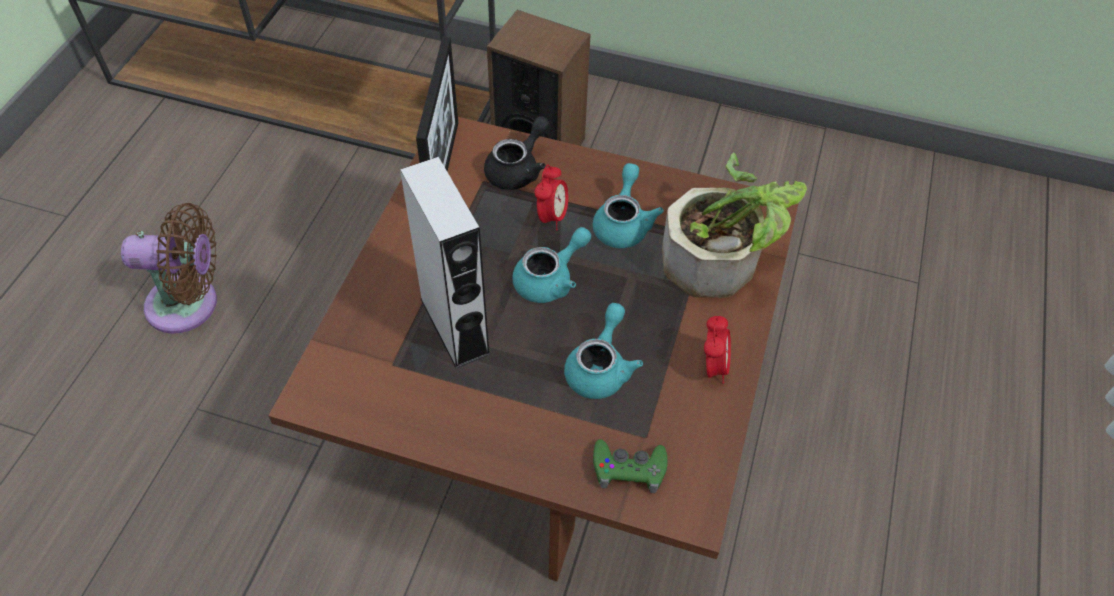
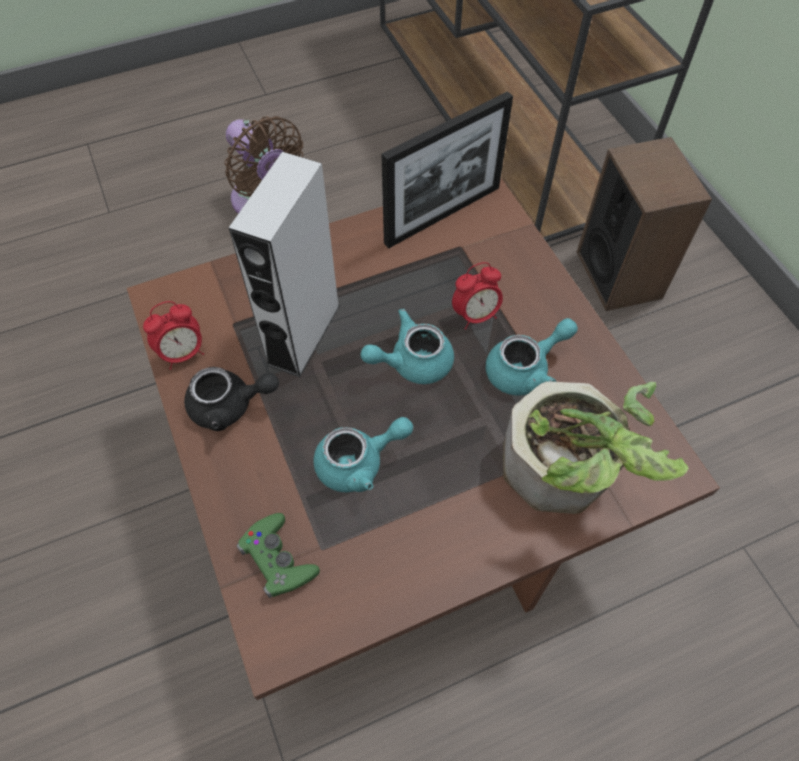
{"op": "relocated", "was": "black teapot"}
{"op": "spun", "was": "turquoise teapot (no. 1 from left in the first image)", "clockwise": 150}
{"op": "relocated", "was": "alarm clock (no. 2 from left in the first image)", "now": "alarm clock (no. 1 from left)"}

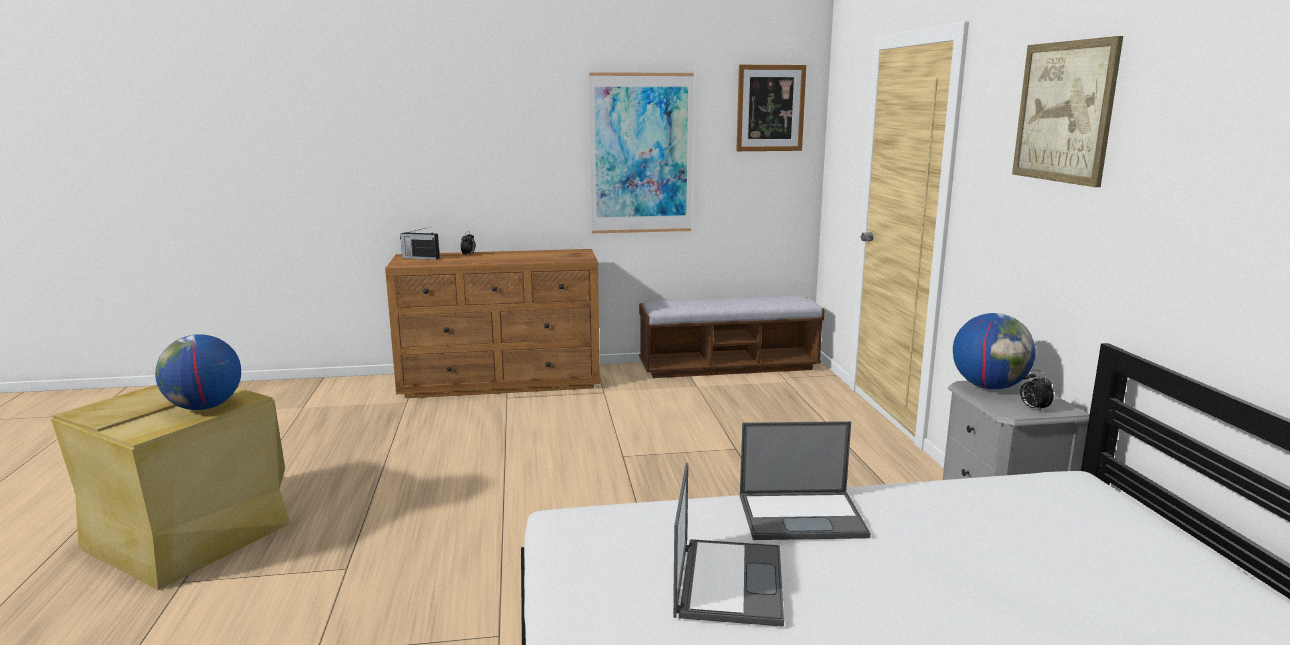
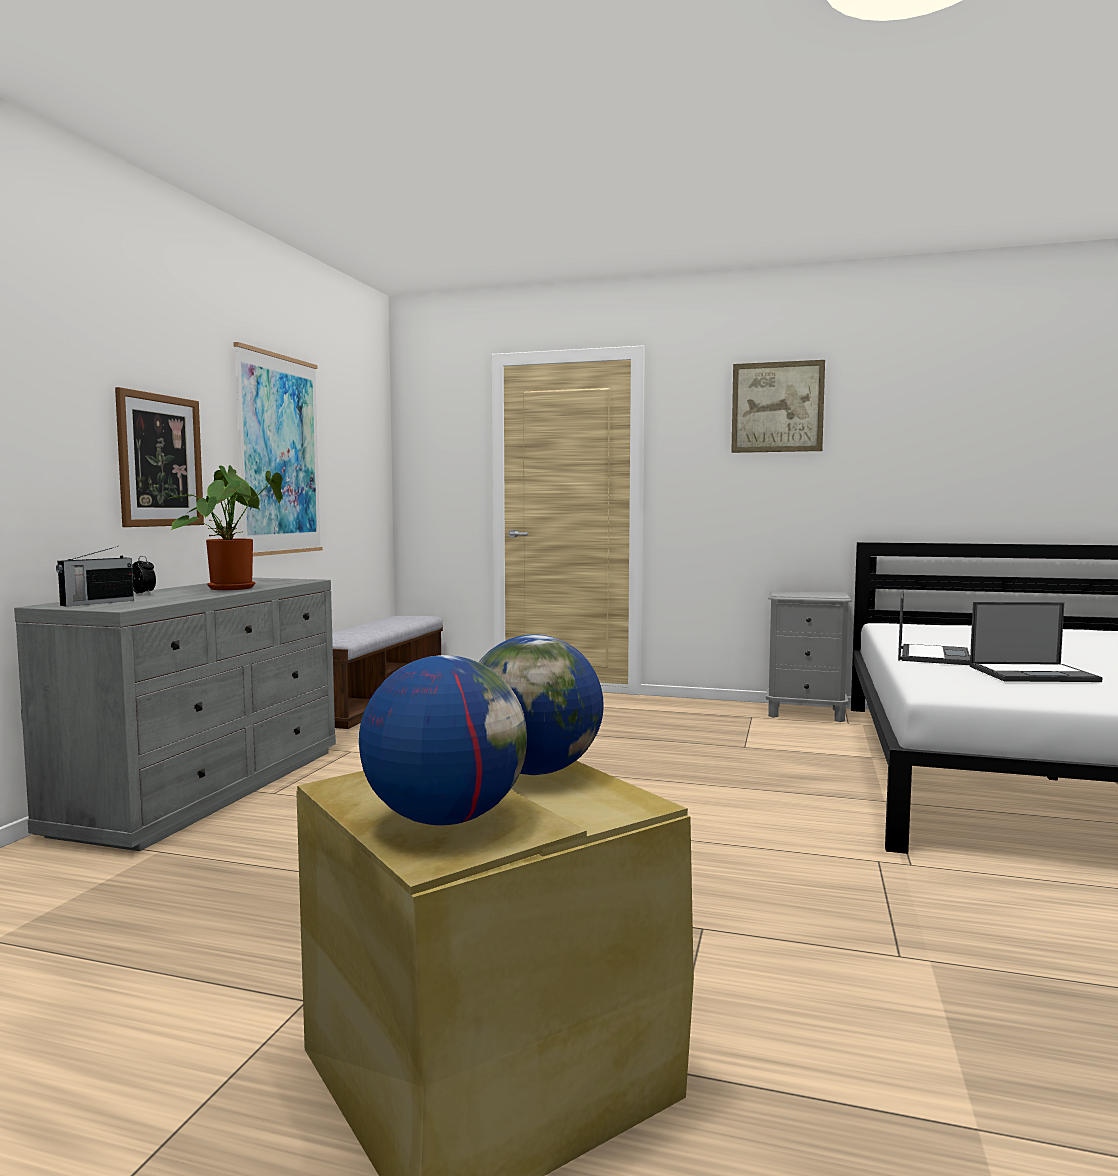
{"op": "colour", "was": "brown dresser", "now": "grey dresser"}
{"op": "spun", "was": "laptop (no. 1 from left in the first image)", "clockwise": 150}
{"op": "relocated", "was": "picture (no. 2 from left in the first image)", "now": "picture (no. 1 from left)"}
{"op": "relocated", "was": "globe (no. 2 from left in the first image)", "now": "globe (no. 1 from left)"}
{"op": "missing", "was": "alarm clock (no. 2 from left)"}
{"op": "appeared", "now": "potted plant"}

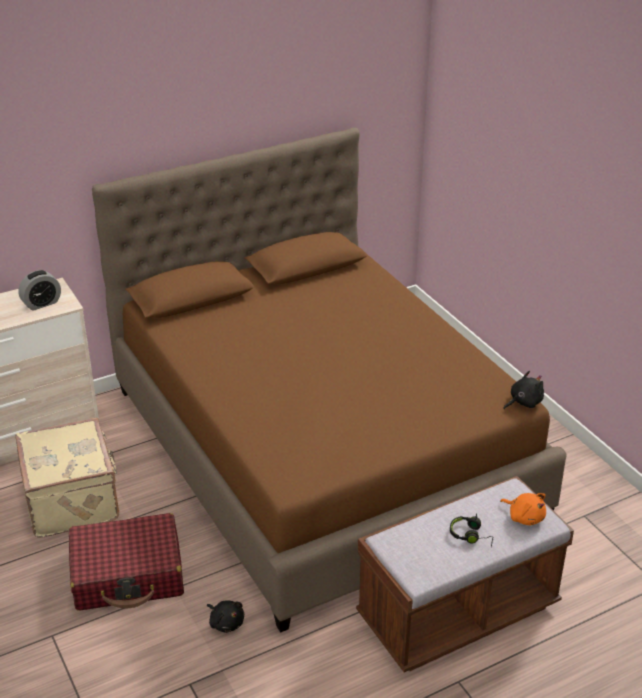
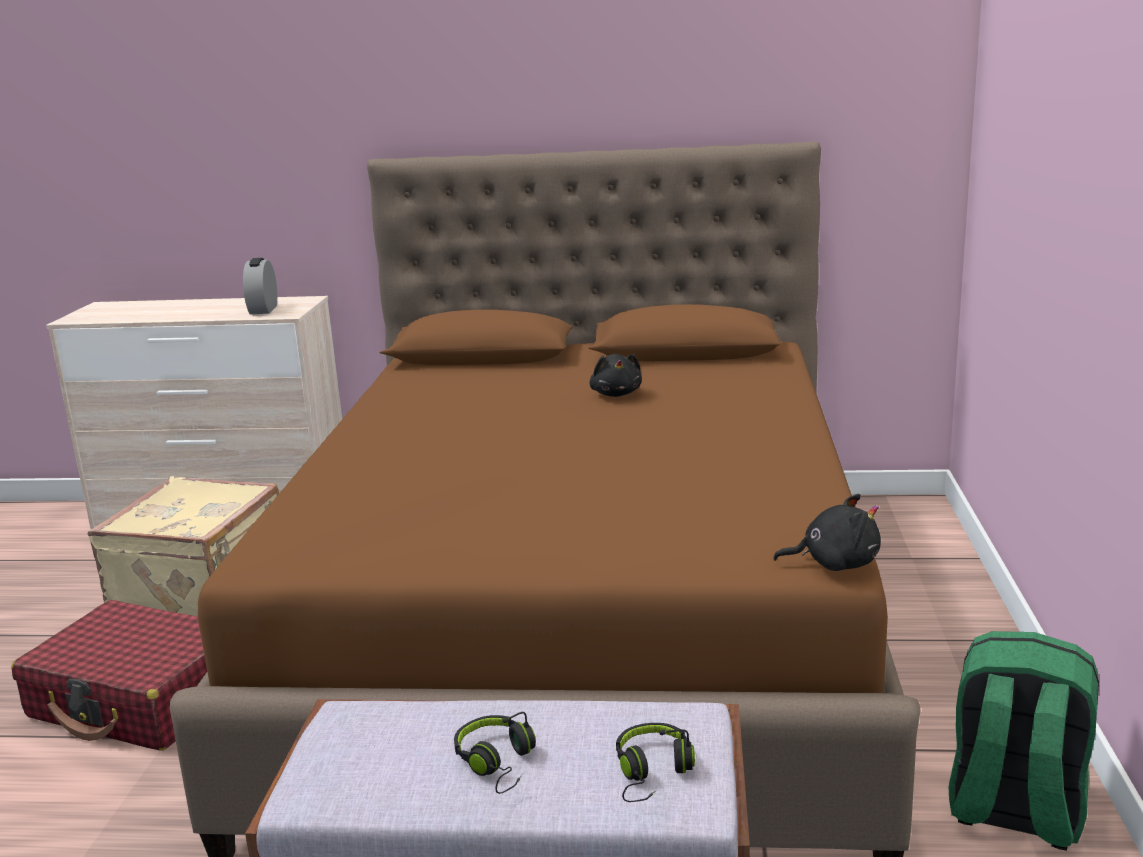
{"op": "spun", "was": "alarm clock", "clockwise": 90}
{"op": "relocated", "was": "black plush toy (no. 1 from left)"}
{"op": "exchanged", "was": "orange plush toy", "now": "black headphones (no. 2 from left)"}
{"op": "appeared", "now": "green backpack"}

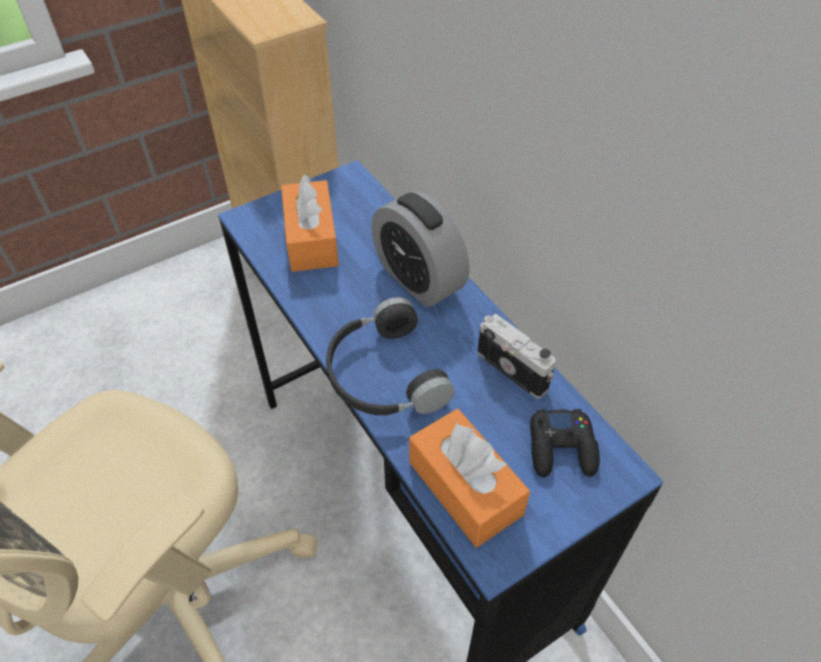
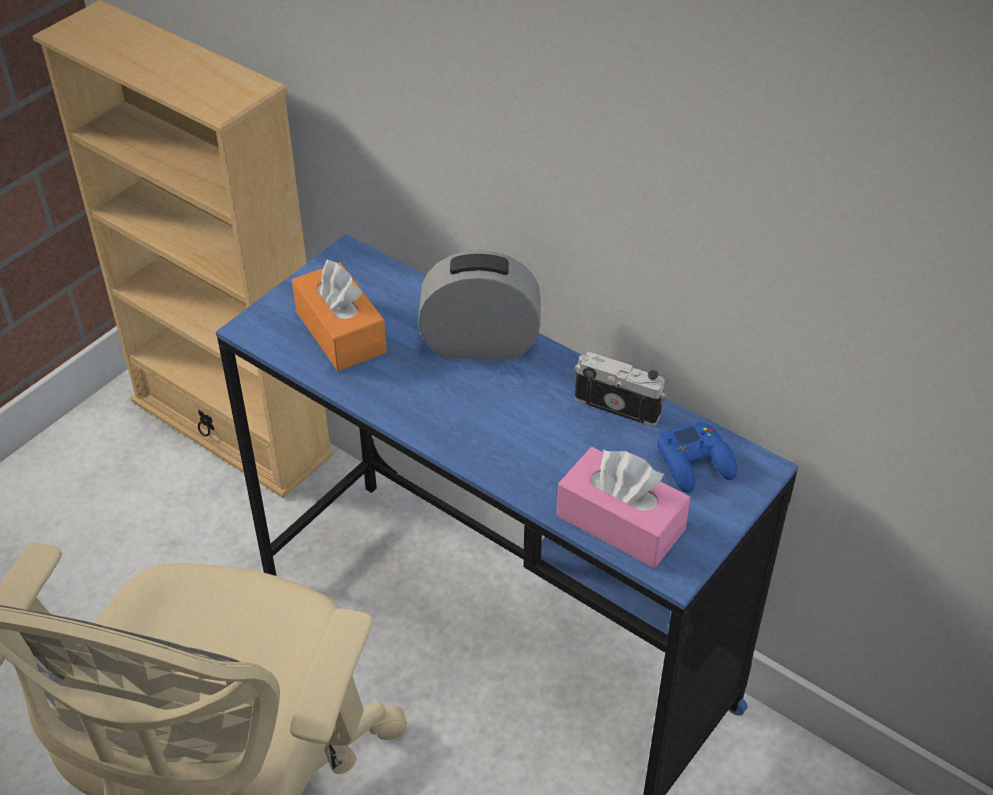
{"op": "missing", "was": "black headphones"}
{"op": "spun", "was": "alarm clock", "clockwise": 150}
{"op": "colour", "was": "orange tissue box (no. 2 from left)", "now": "pink tissue box"}
{"op": "colour", "was": "black game controller", "now": "blue game controller"}

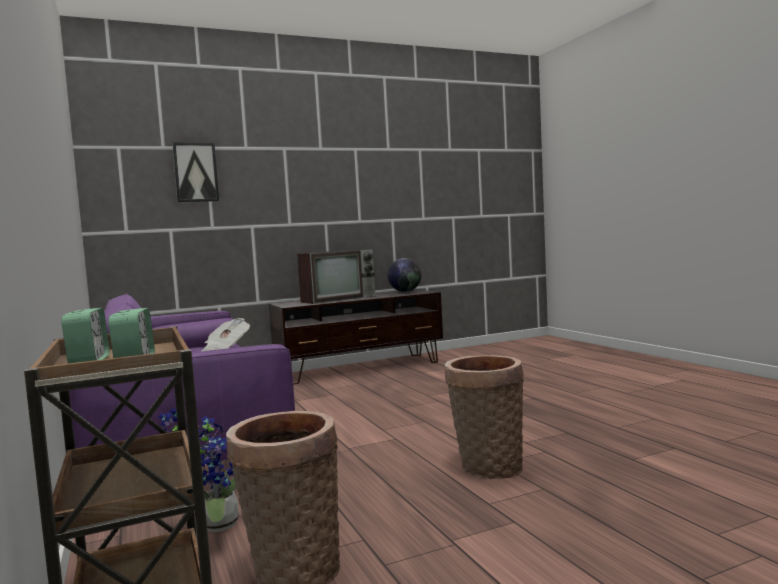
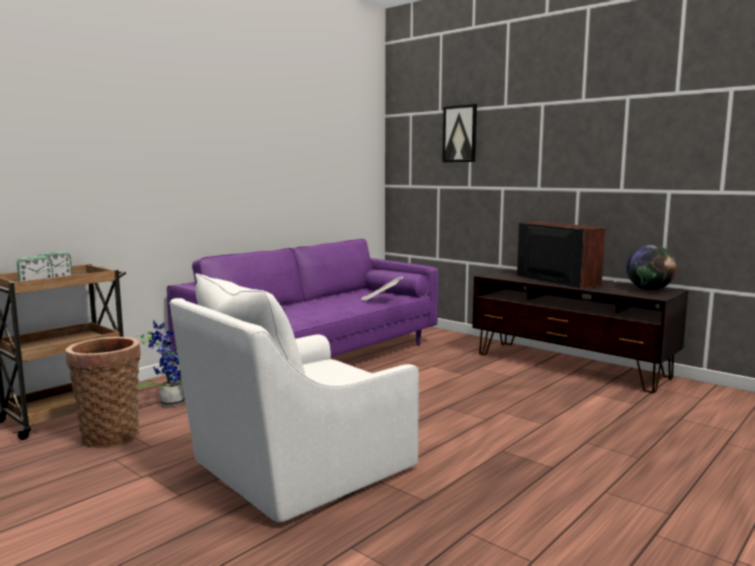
{"op": "spun", "was": "television", "clockwise": -150}
{"op": "exchanged", "was": "basket (no. 2 from left)", "now": "white armchair"}

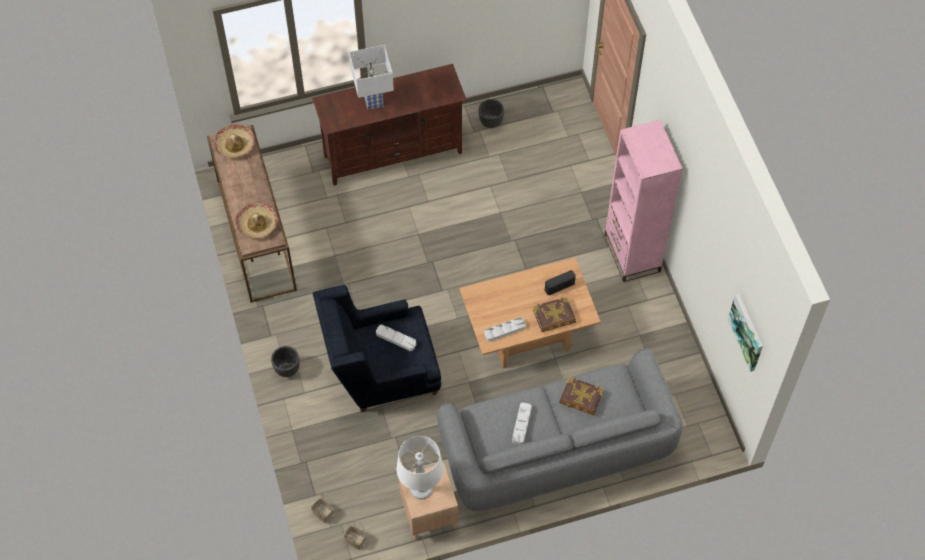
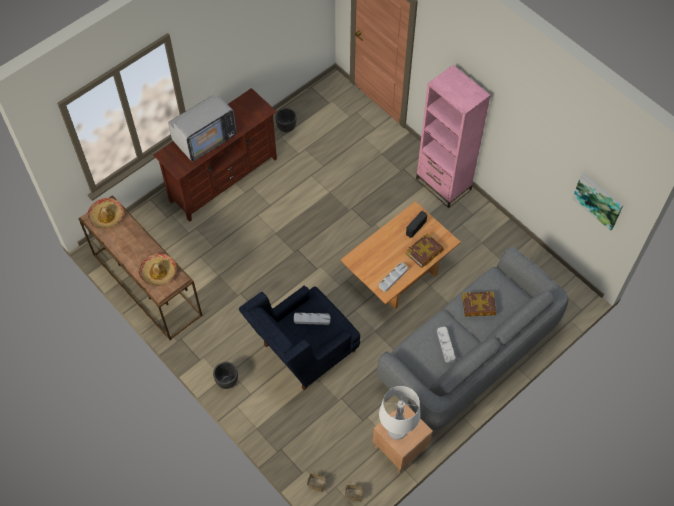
{"op": "exchanged", "was": "white table lamp (no. 1 from left)", "now": "television"}

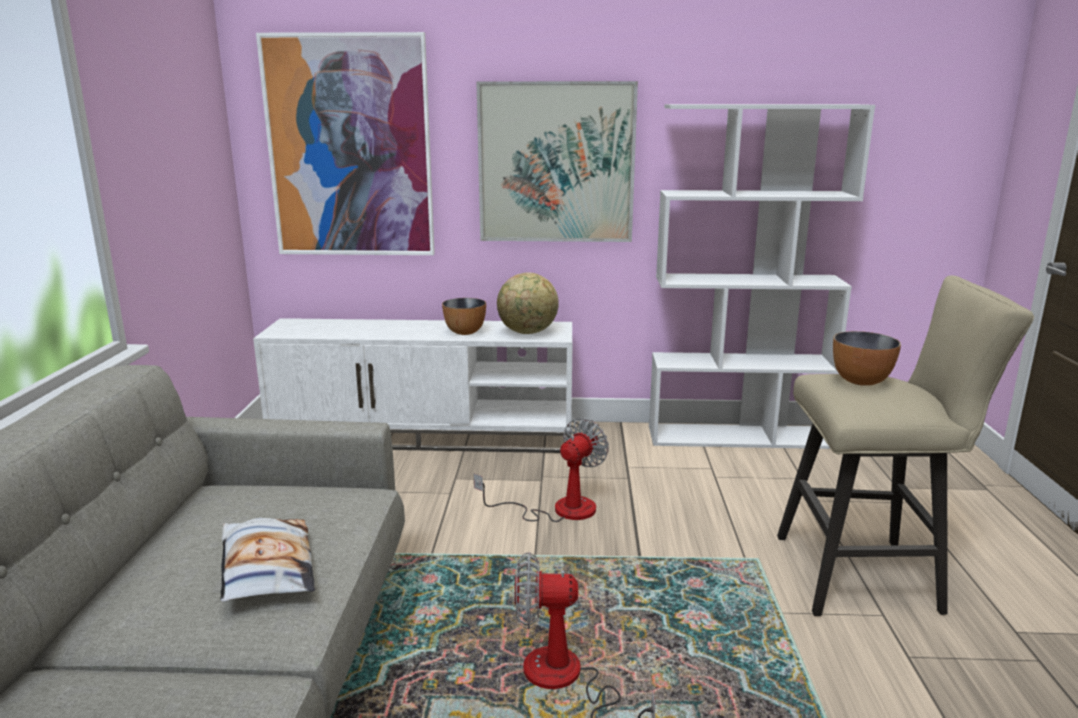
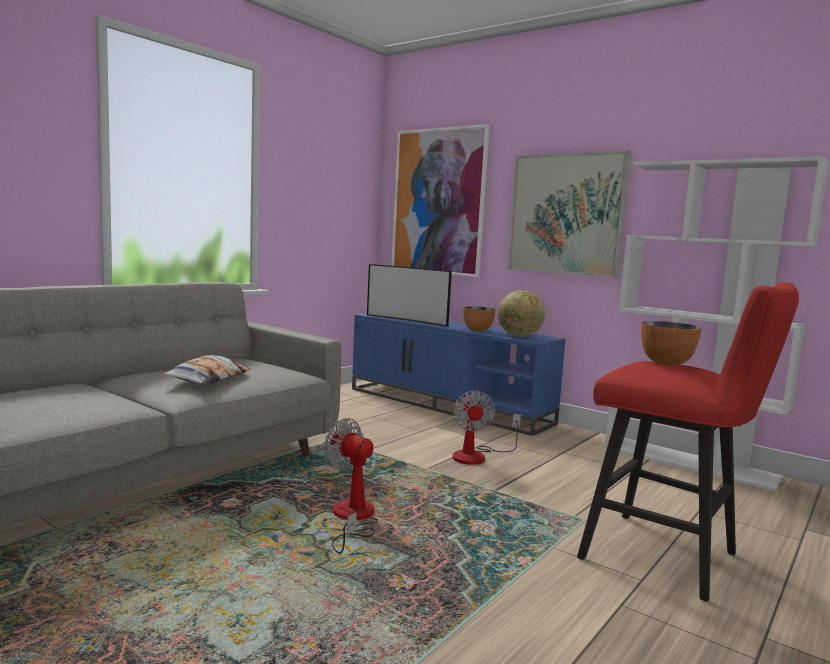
{"op": "colour", "was": "white tv stand", "now": "blue tv stand"}
{"op": "spun", "was": "fan (no. 1 from left in the first image)", "clockwise": 105}
{"op": "colour", "was": "beige stool", "now": "red stool"}
{"op": "appeared", "now": "television"}

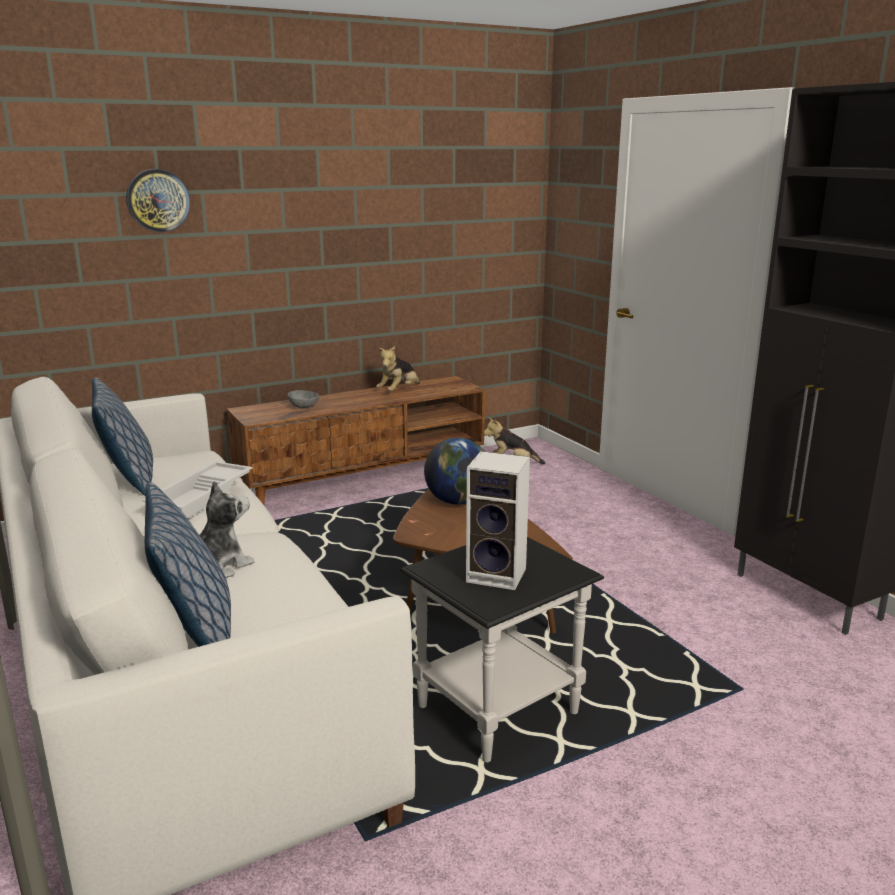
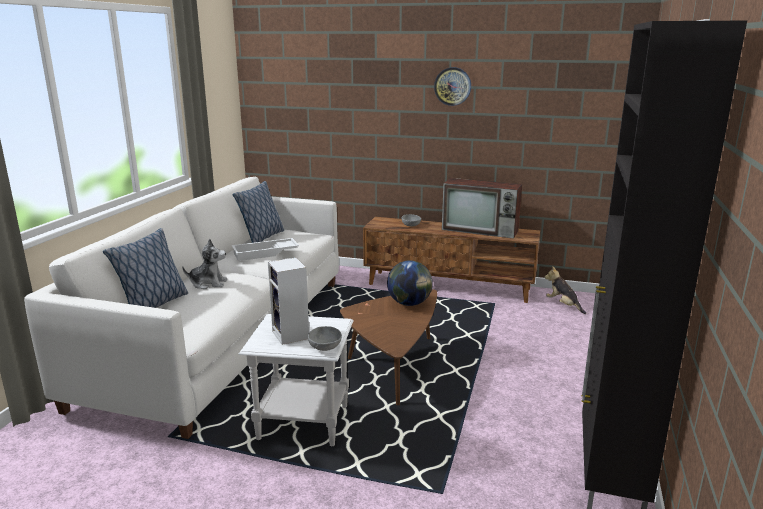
{"op": "relocated", "was": "wall clock"}
{"op": "exchanged", "was": "plush toy (no. 2 from left)", "now": "television"}
{"op": "colour", "was": "black side table", "now": "white side table"}
{"op": "appeared", "now": "grey bowl (no. 1 from left)"}

